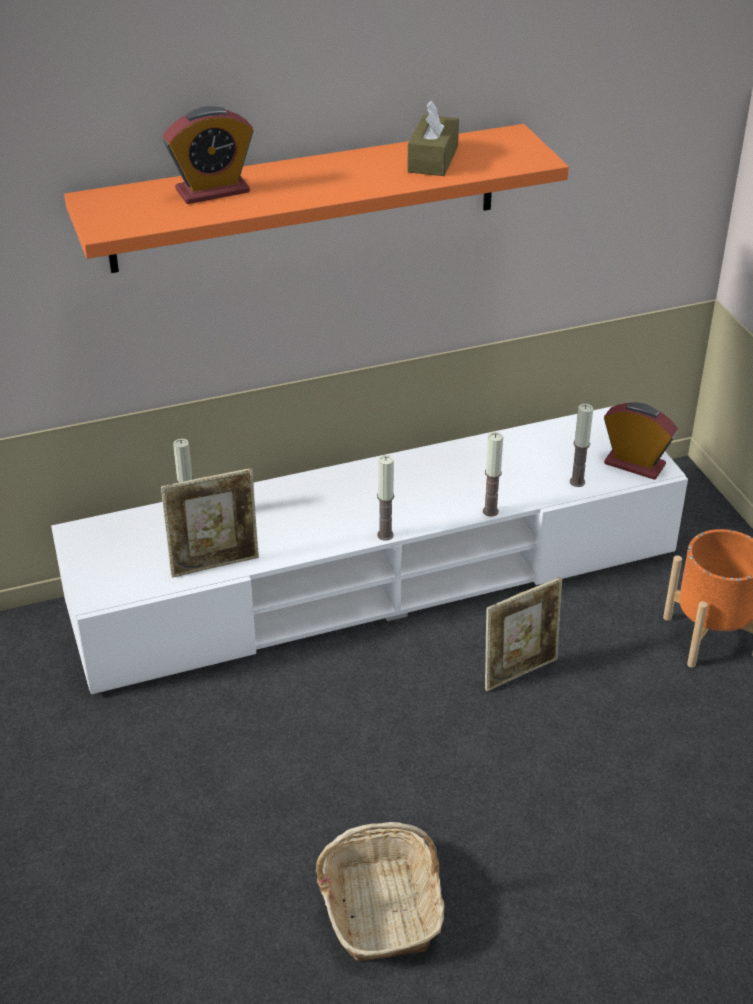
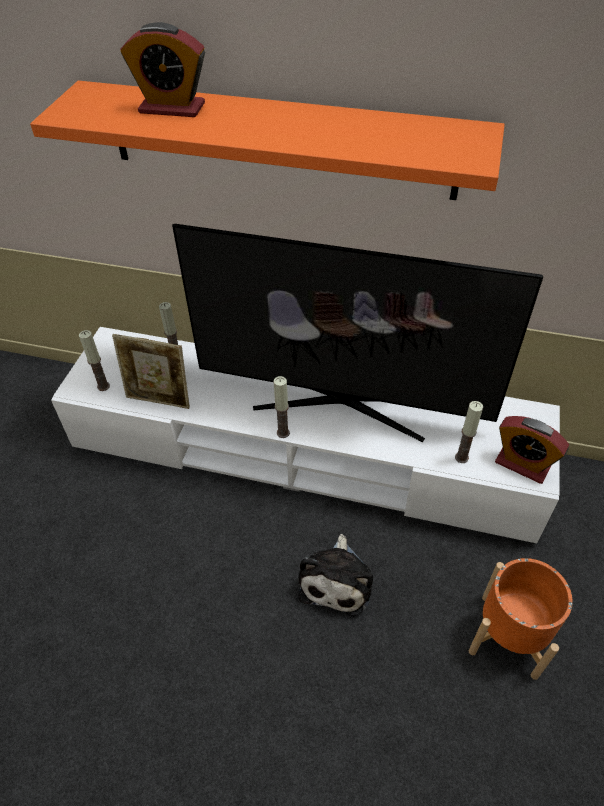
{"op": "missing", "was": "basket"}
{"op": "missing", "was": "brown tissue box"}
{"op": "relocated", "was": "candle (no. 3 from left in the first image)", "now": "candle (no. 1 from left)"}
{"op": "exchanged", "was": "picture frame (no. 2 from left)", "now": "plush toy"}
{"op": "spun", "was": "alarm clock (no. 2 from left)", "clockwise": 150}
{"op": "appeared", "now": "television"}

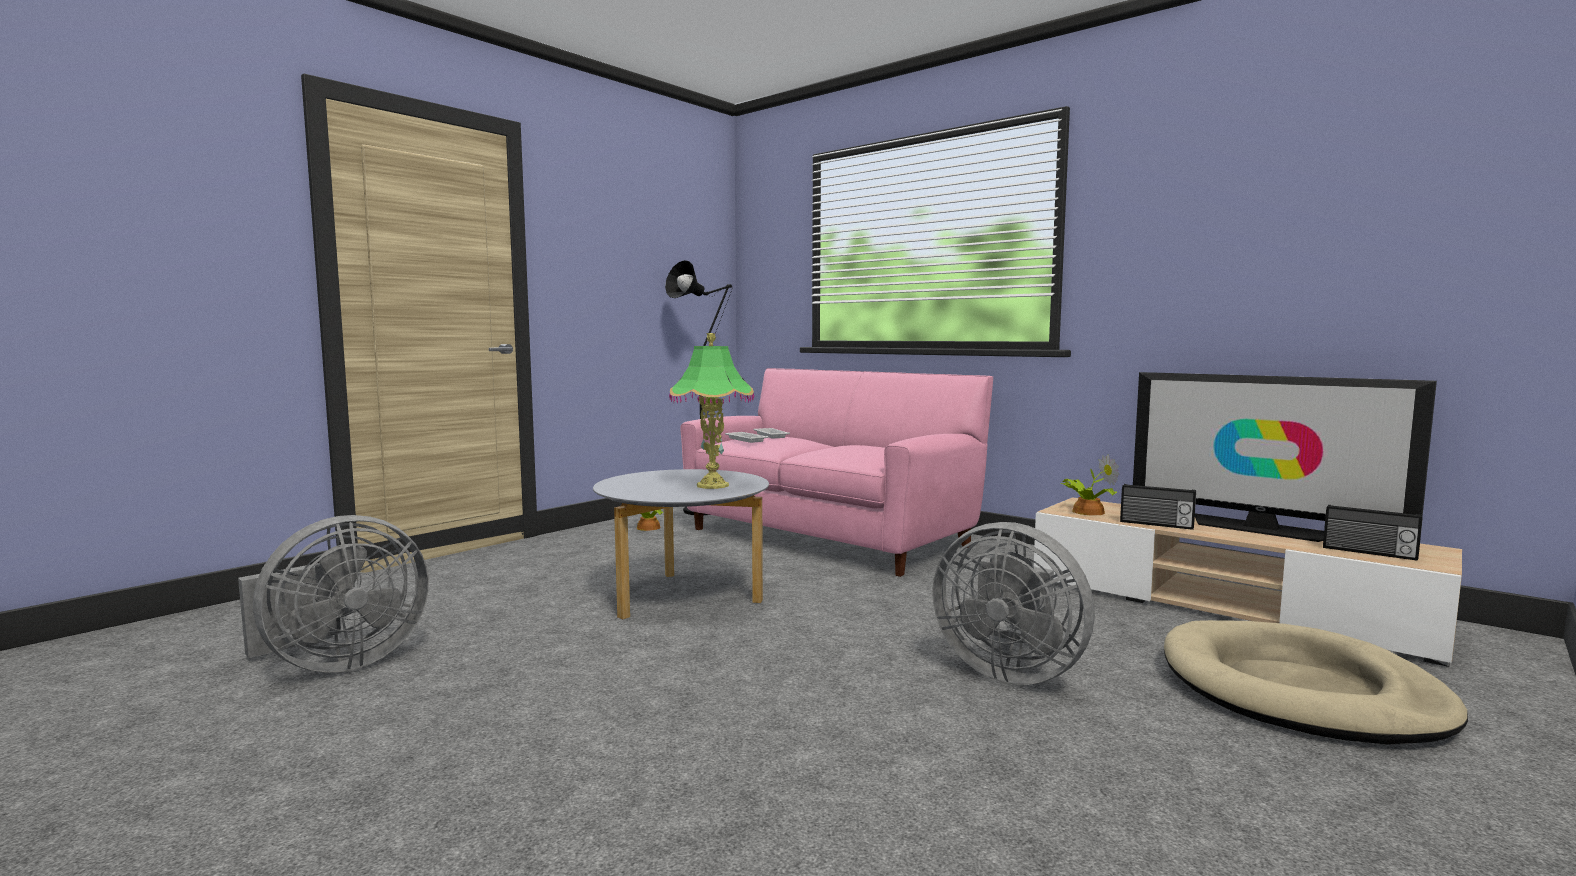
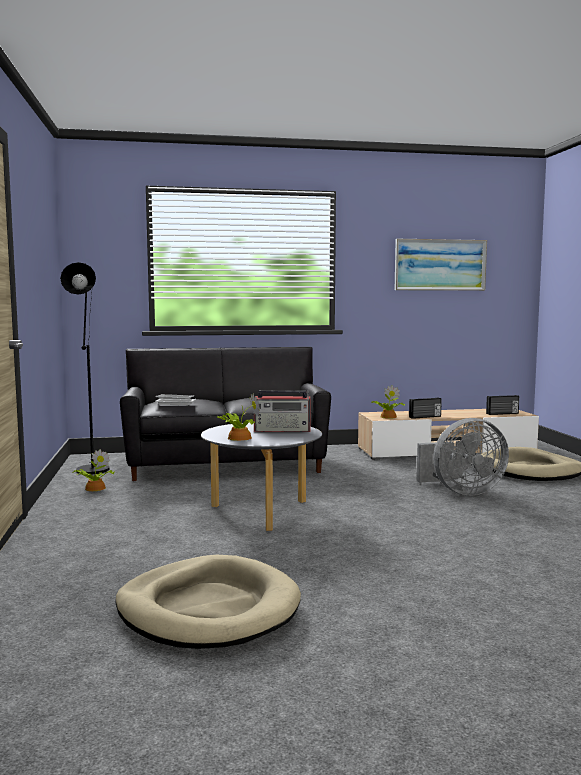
{"op": "exchanged", "was": "grey fan (no. 1 from left)", "now": "beige dog bed (no. 1 from left)"}
{"op": "exchanged", "was": "table lamp", "now": "radio (no. 1 from left)"}
{"op": "colour", "was": "pink sofa", "now": "black sofa"}
{"op": "missing", "was": "television"}
{"op": "appeared", "now": "potted plant (no. 2 from left)"}
{"op": "appeared", "now": "picture"}

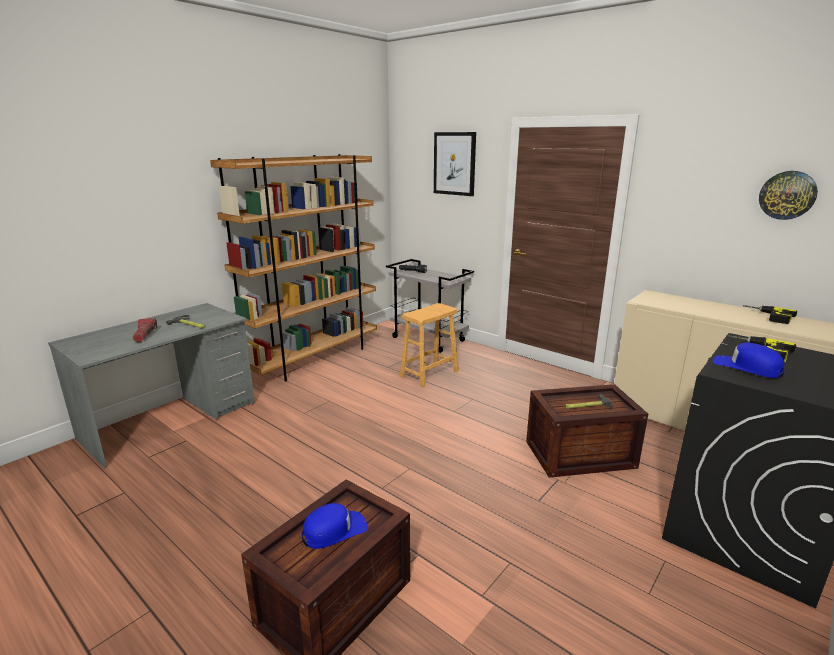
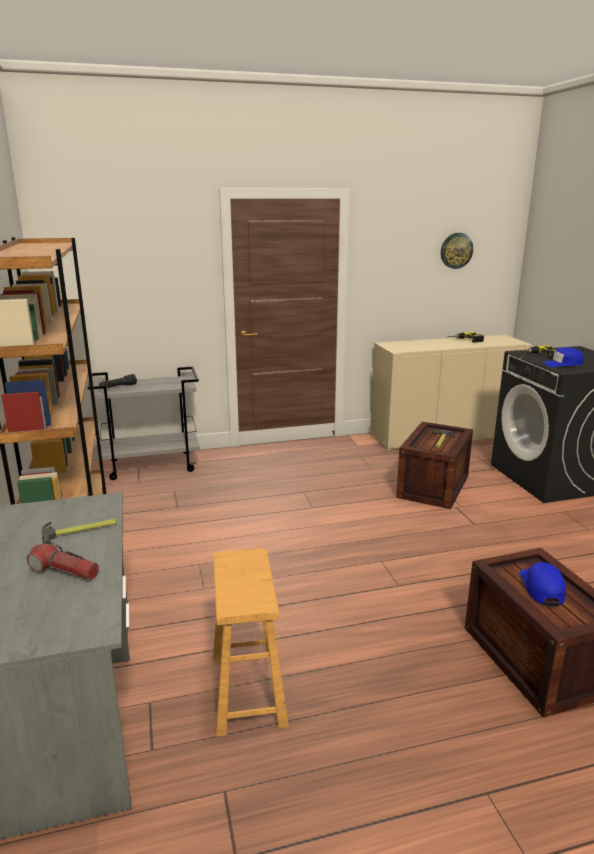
{"op": "relocated", "was": "brown stool"}
{"op": "missing", "was": "picture"}

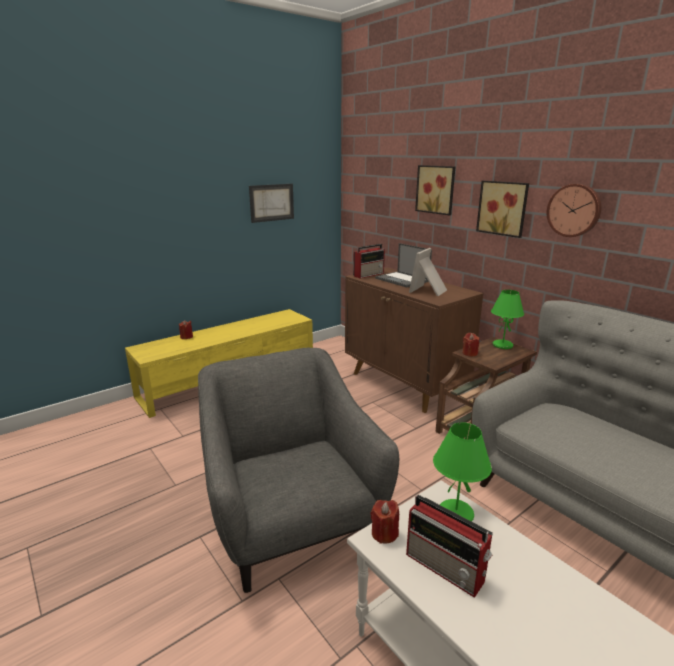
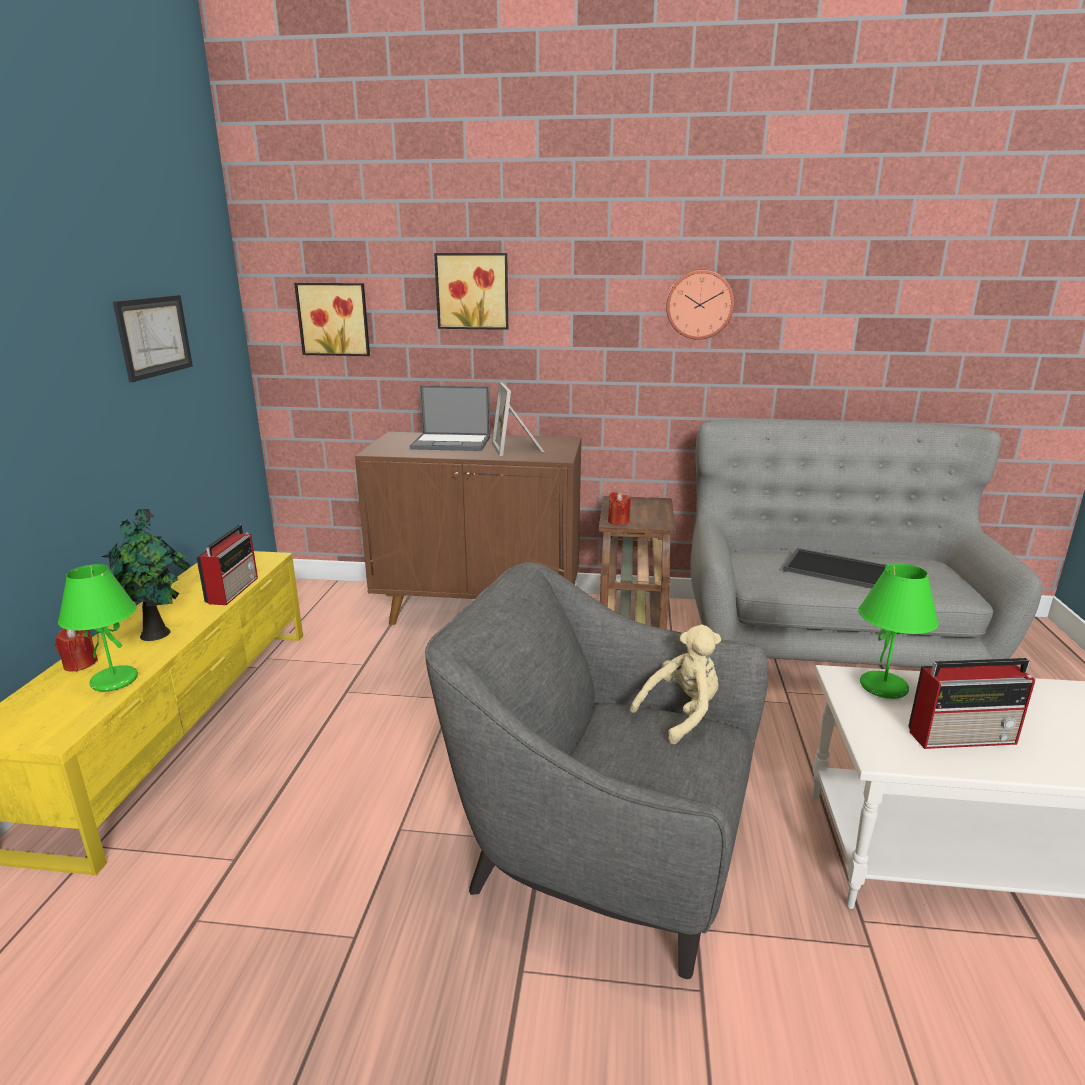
{"op": "relocated", "was": "radio (no. 1 from left)"}
{"op": "missing", "was": "red candle (no. 2 from left)"}
{"op": "relocated", "was": "picture (no. 3 from left in the first image)", "now": "picture (no. 2 from left)"}
{"op": "relocated", "was": "green table lamp (no. 2 from left in the first image)", "now": "green table lamp (no. 1 from left)"}
{"op": "appeared", "now": "potted plant"}
{"op": "appeared", "now": "beige plush toy"}
{"op": "appeared", "now": "tray"}

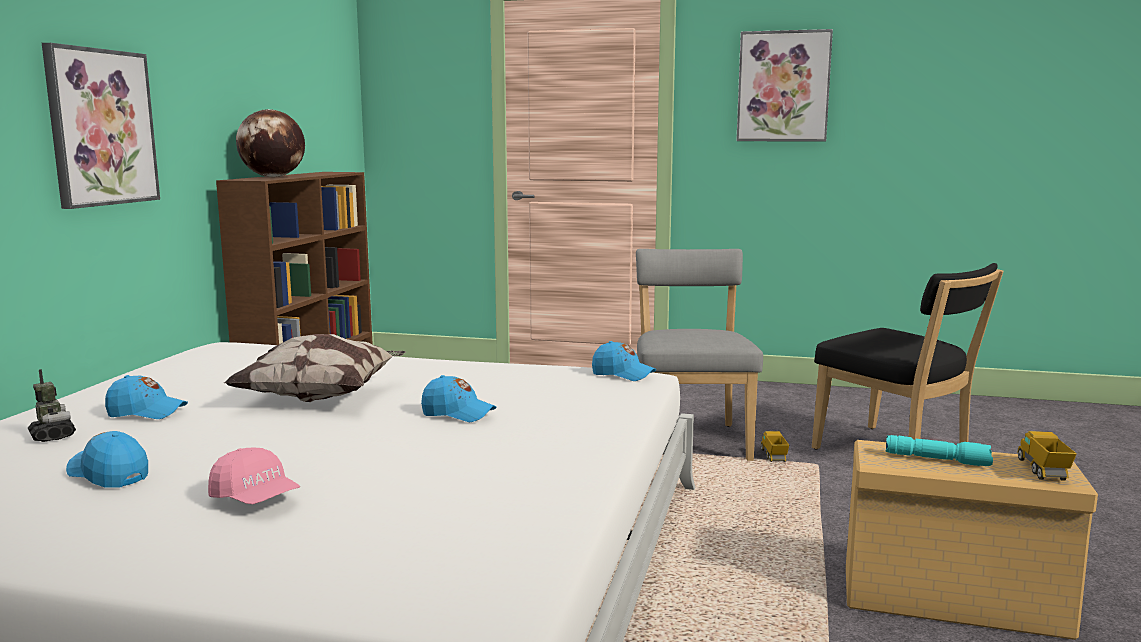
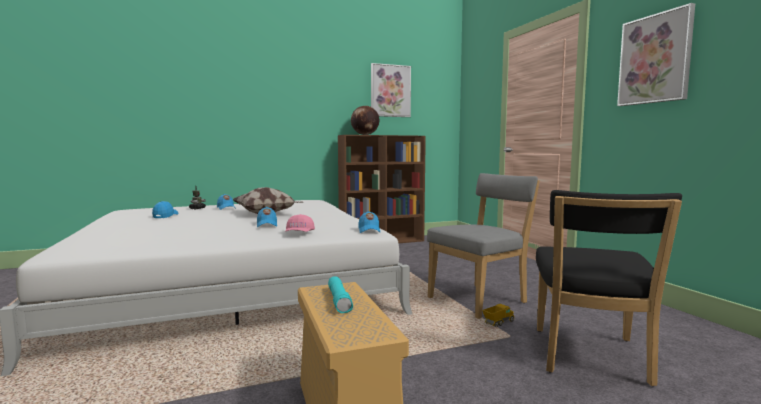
{"op": "relocated", "was": "picture (no. 1 from left)"}
{"op": "relocated", "was": "pink cap"}
{"op": "missing", "was": "toy truck (no. 2 from left)"}

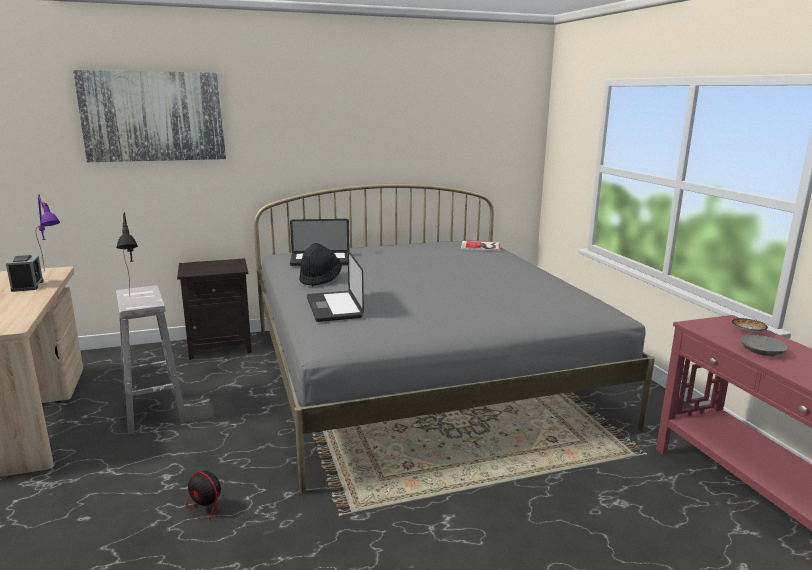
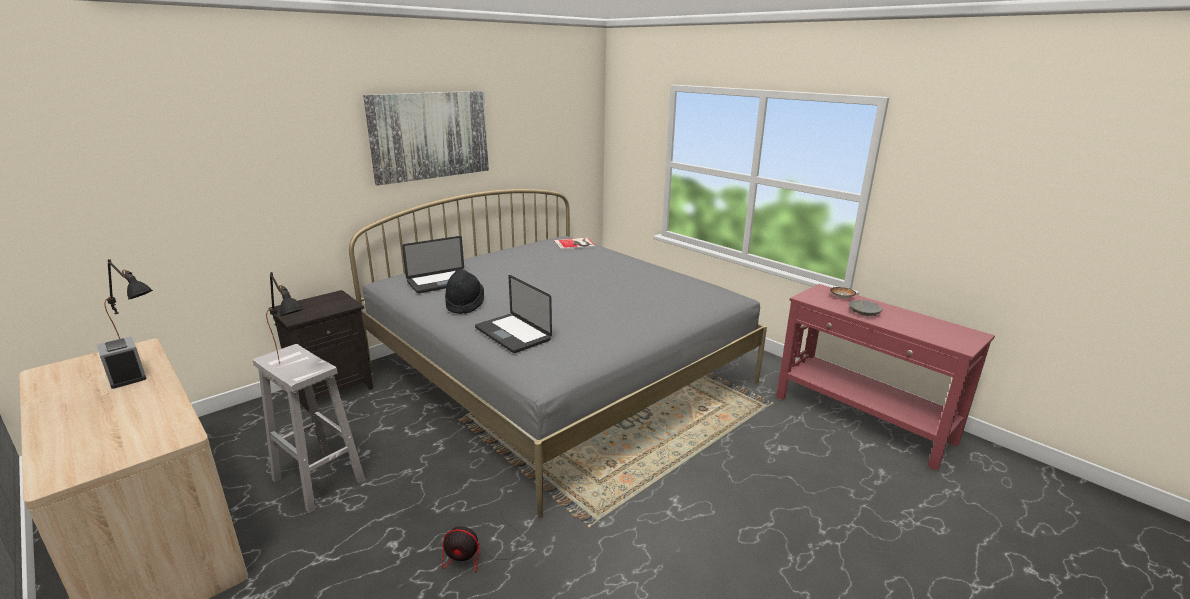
{"op": "colour", "was": "purple table lamp", "now": "black table lamp (no. 1 from left)"}
{"op": "relocated", "was": "picture"}

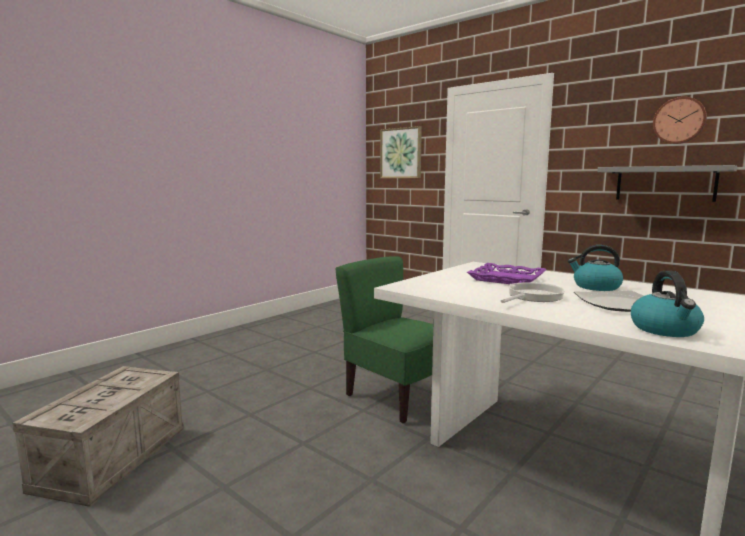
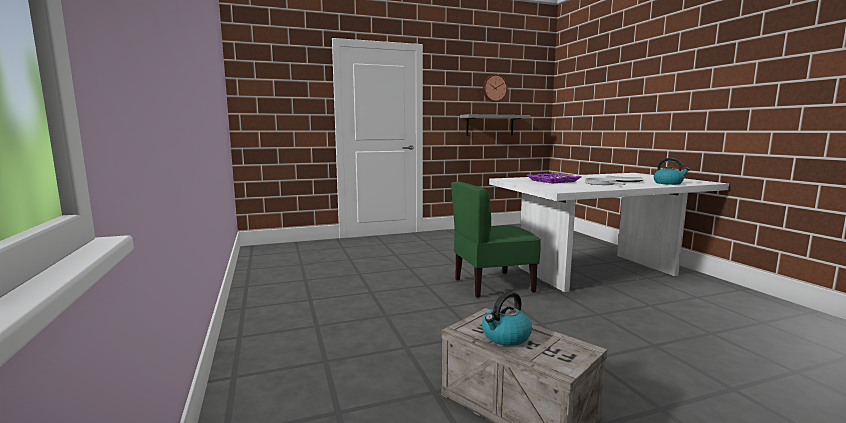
{"op": "missing", "was": "picture"}
{"op": "relocated", "was": "kettle (no. 1 from left)"}

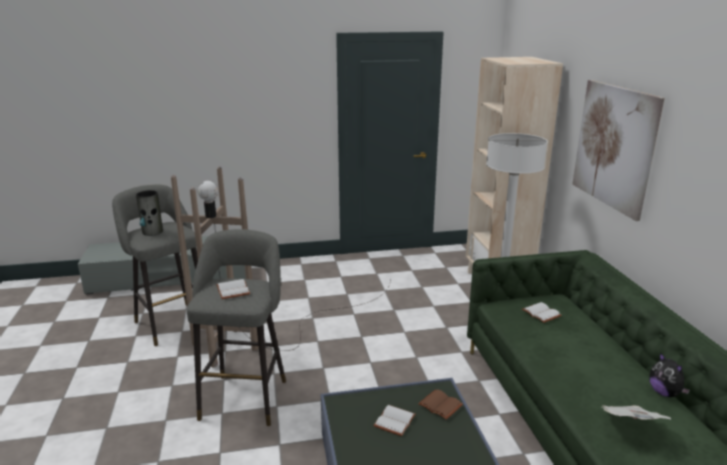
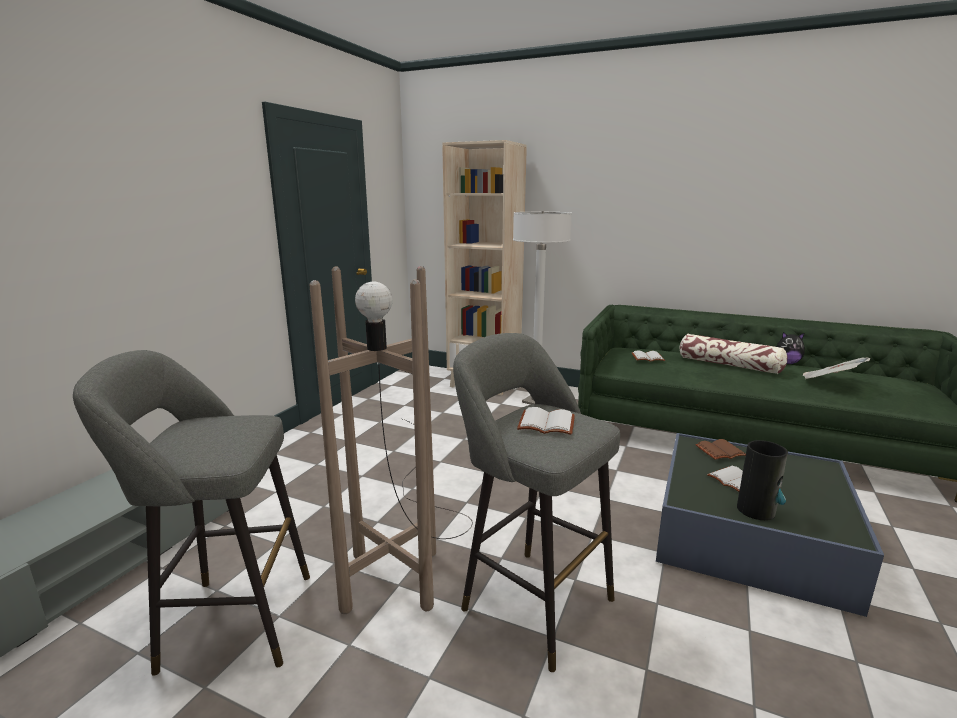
{"op": "relocated", "was": "vase"}
{"op": "missing", "was": "picture"}
{"op": "appeared", "now": "pillow"}

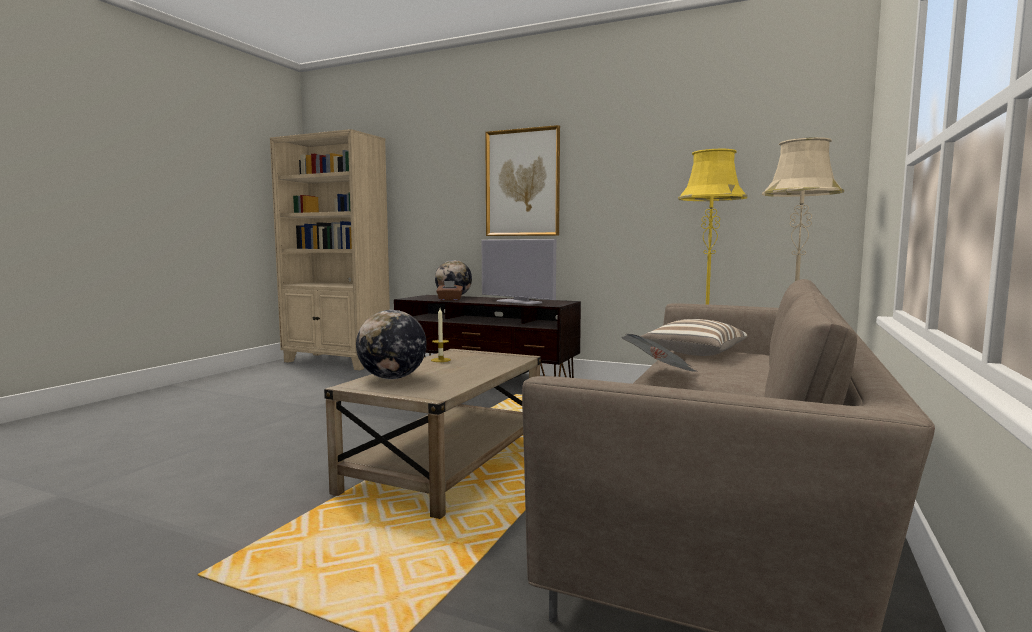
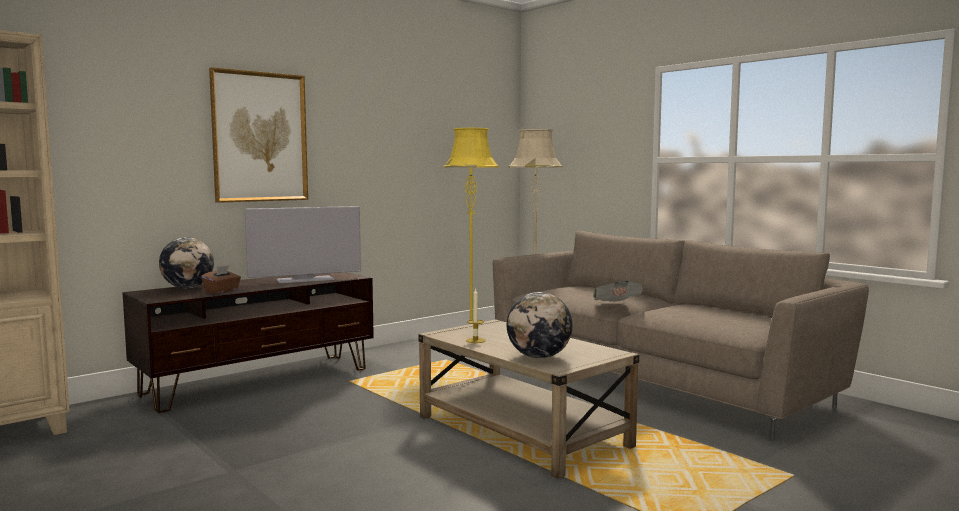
{"op": "missing", "was": "pillow"}

